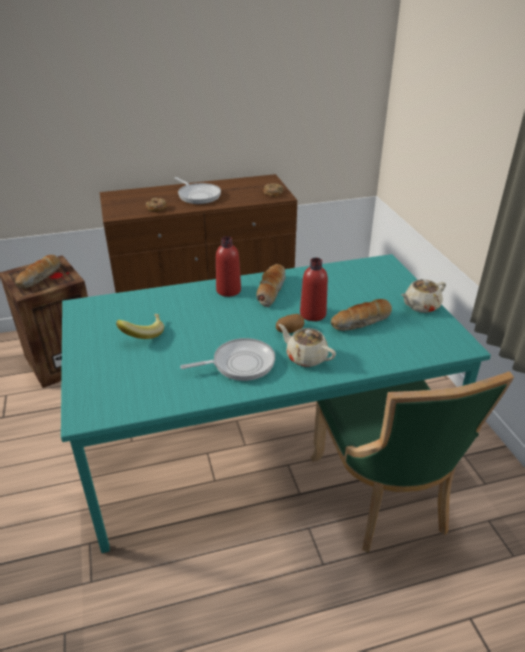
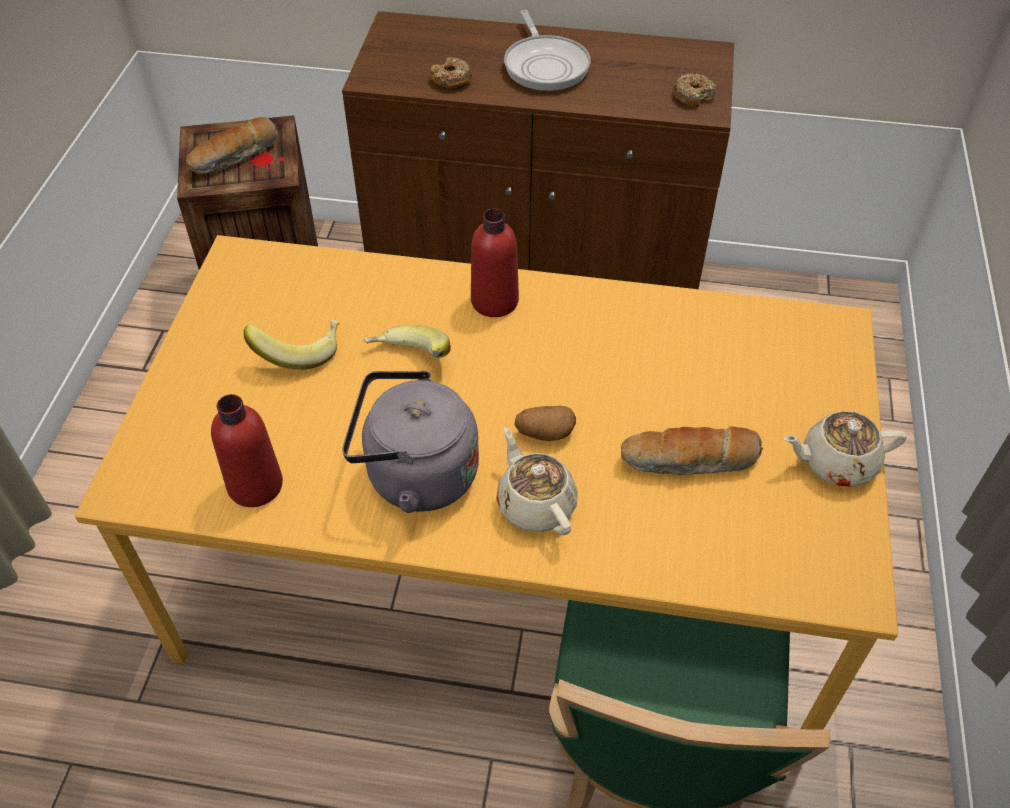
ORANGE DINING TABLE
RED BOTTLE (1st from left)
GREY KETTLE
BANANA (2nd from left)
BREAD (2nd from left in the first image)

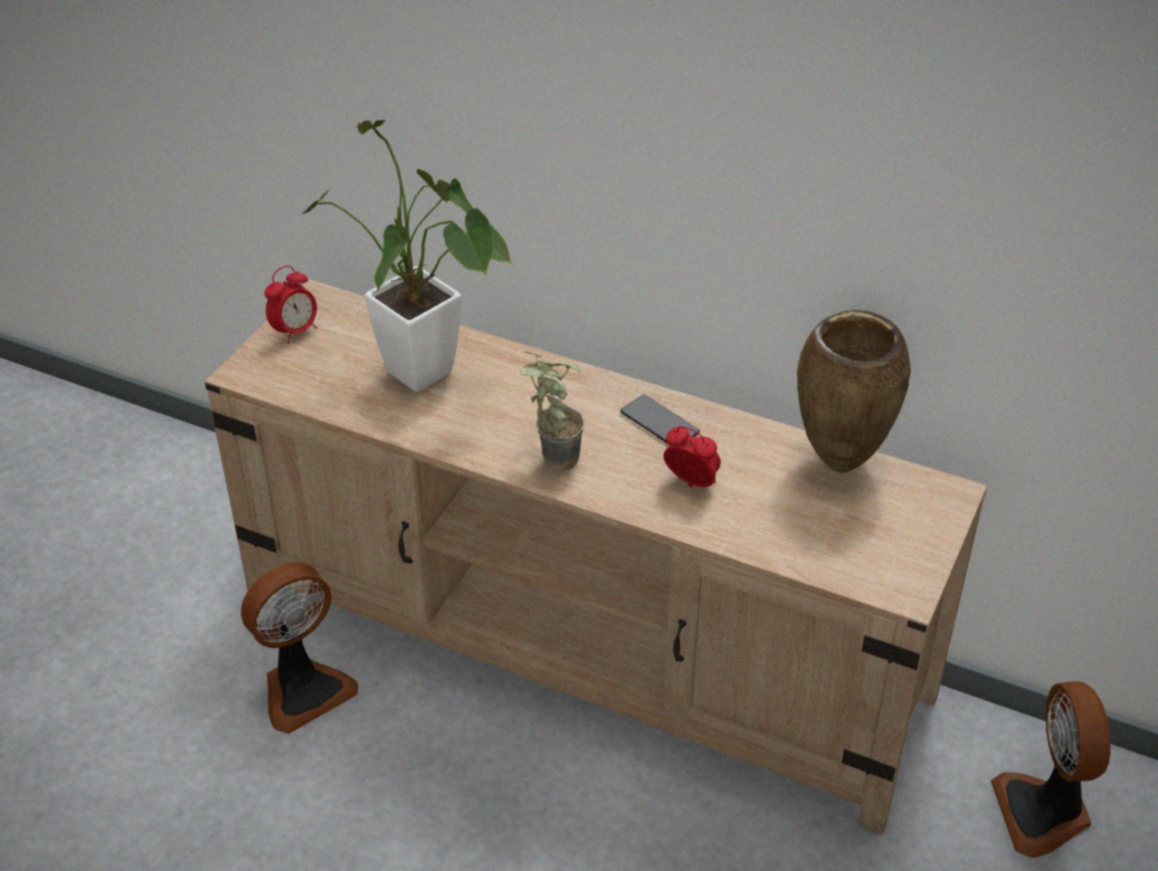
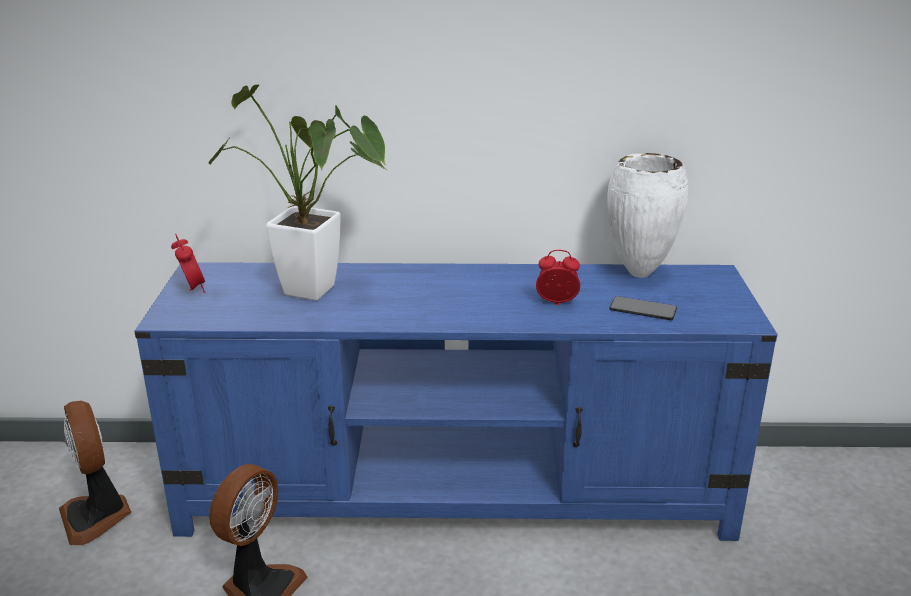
FAN (1st from left)
BLUE TV STAND
ALARM CLOCK (1st from left)
WHITE VASE
PHONE
POTTED PLANT (2nd from left in the first image)

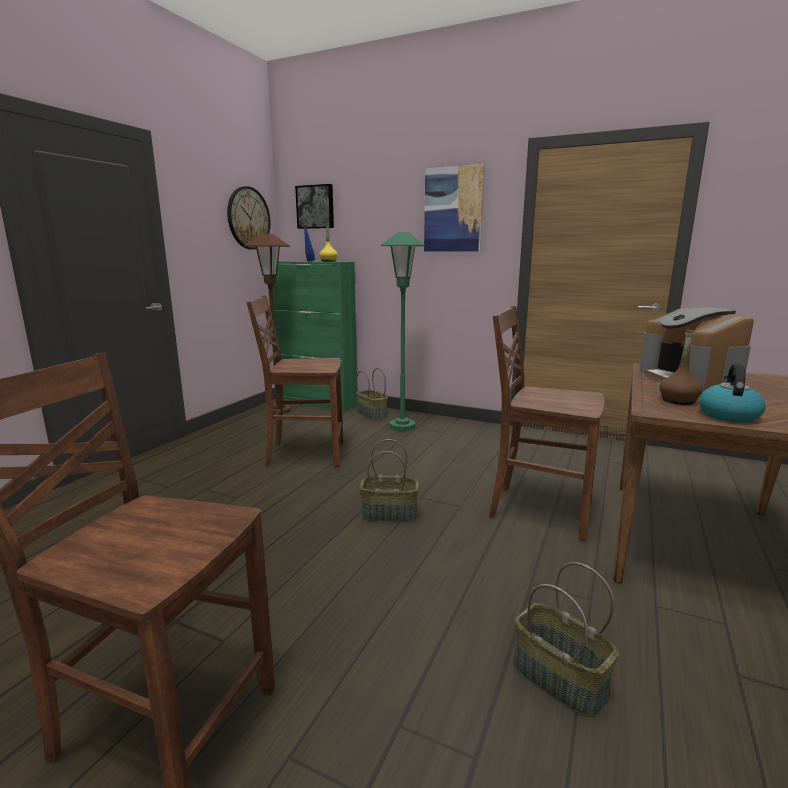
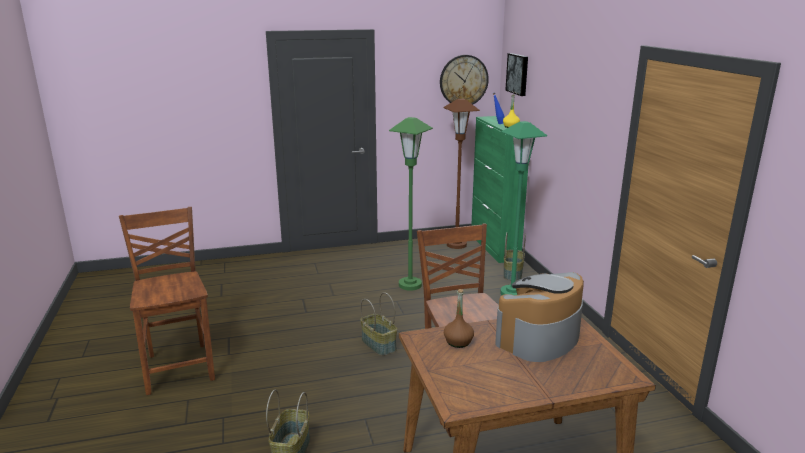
GREEN FLOOR LAMP (1st from left)
PICTURE (2nd from left in the first image)
KETTLE

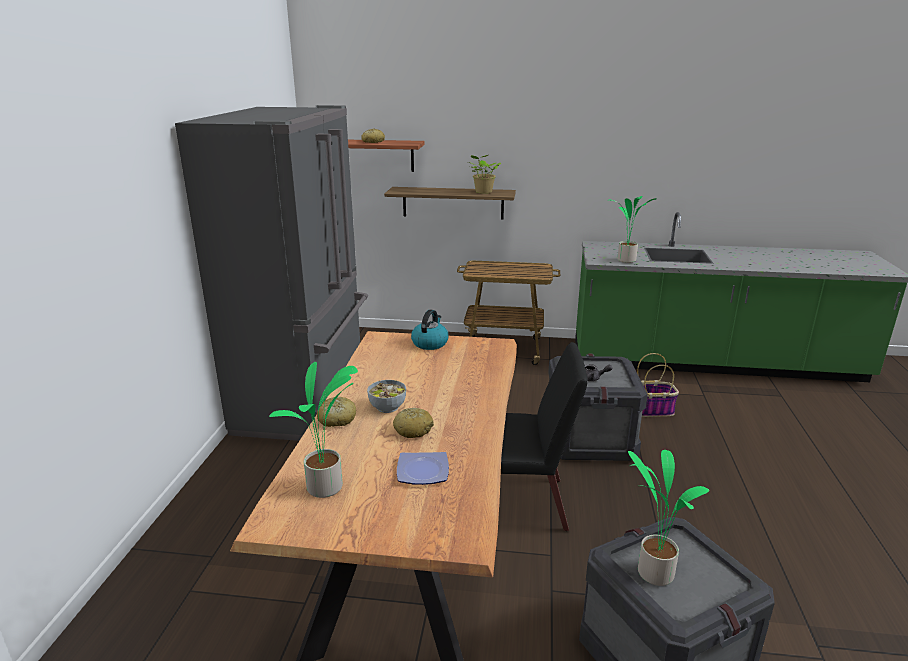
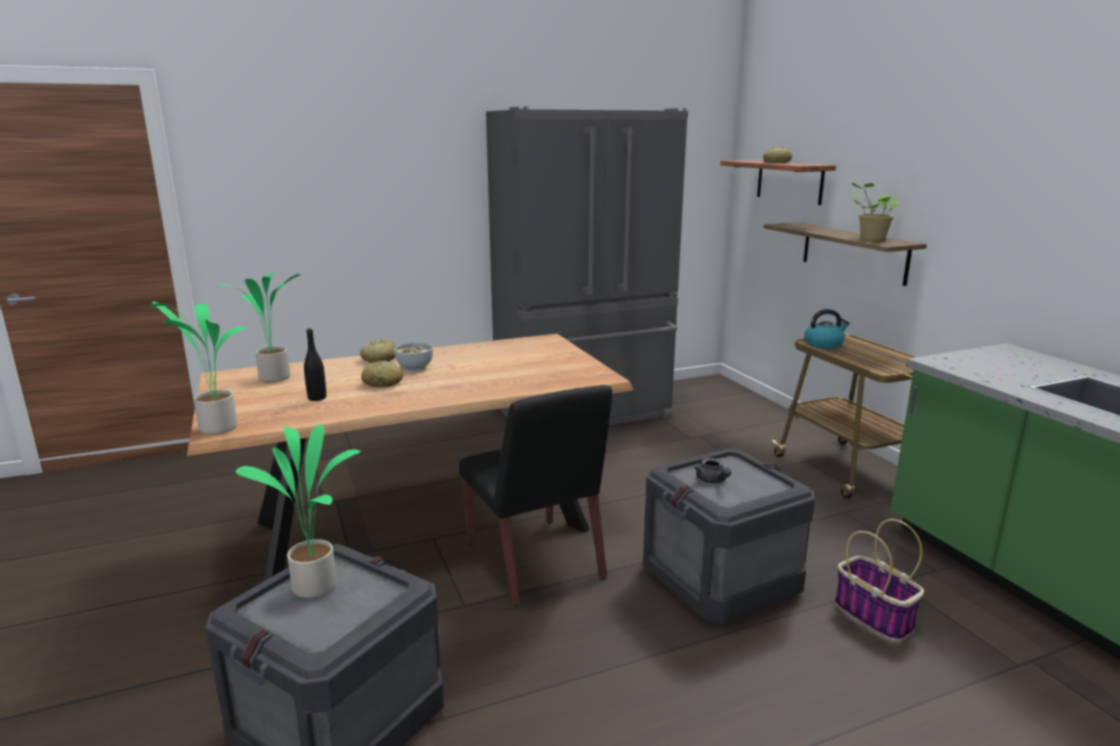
POTTED PLANT (1st from left)
BLACK BOTTLE
KETTLE

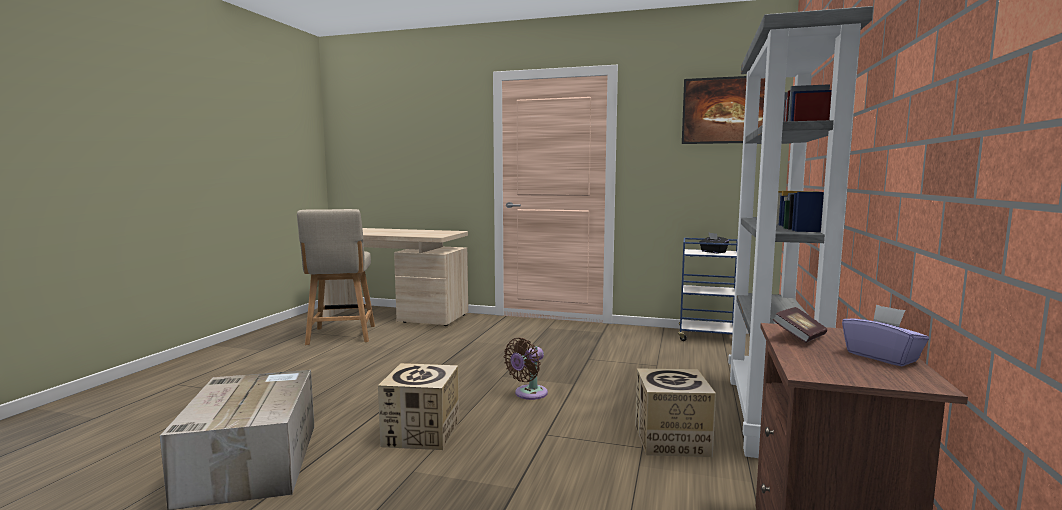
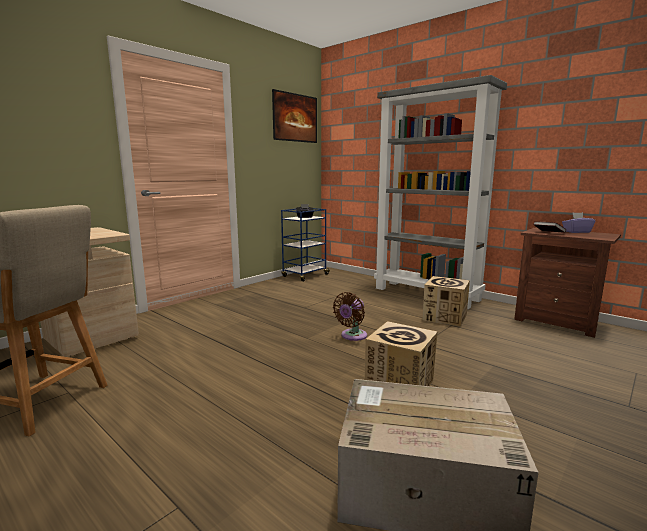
BROWN FAN

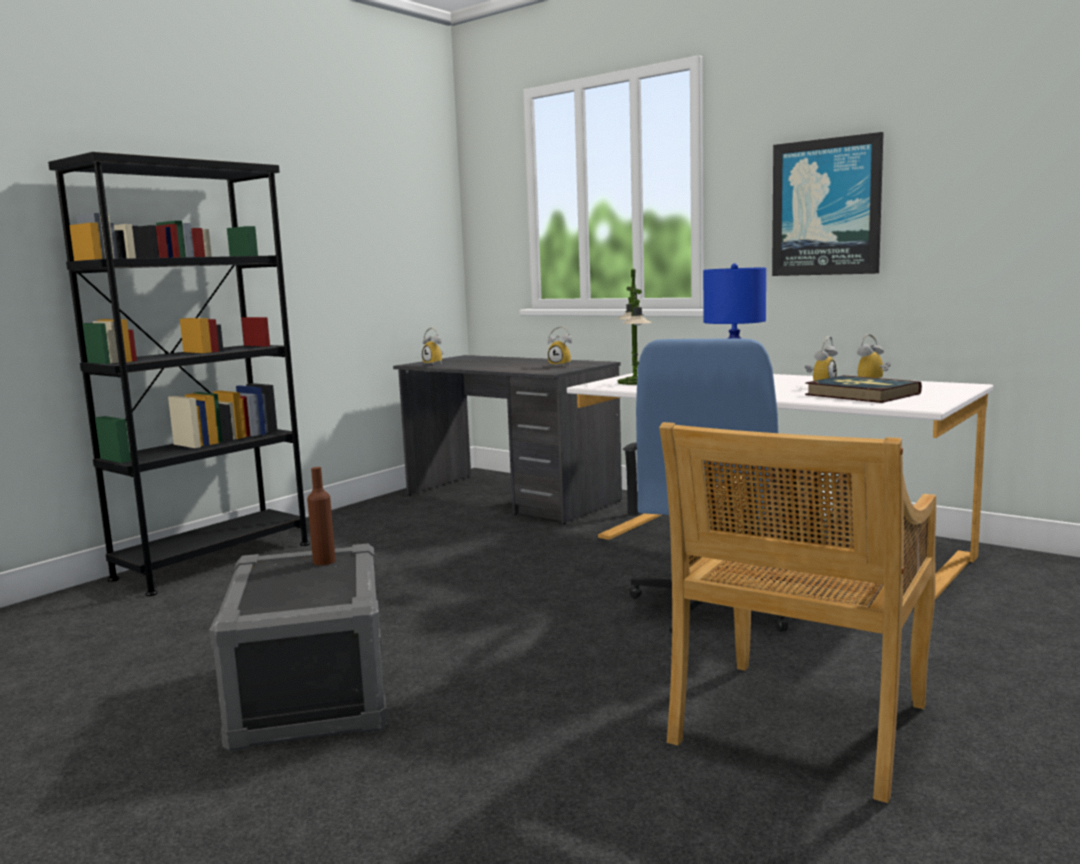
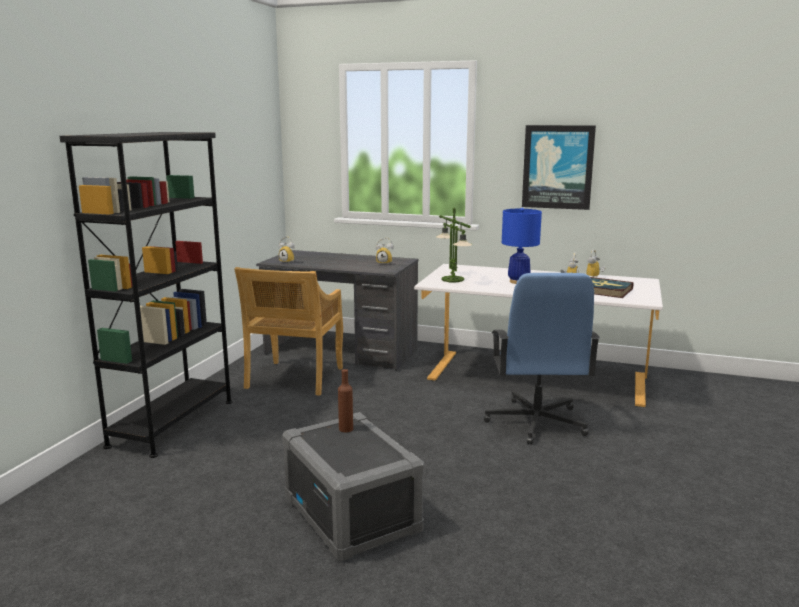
BEIGE CHAIR

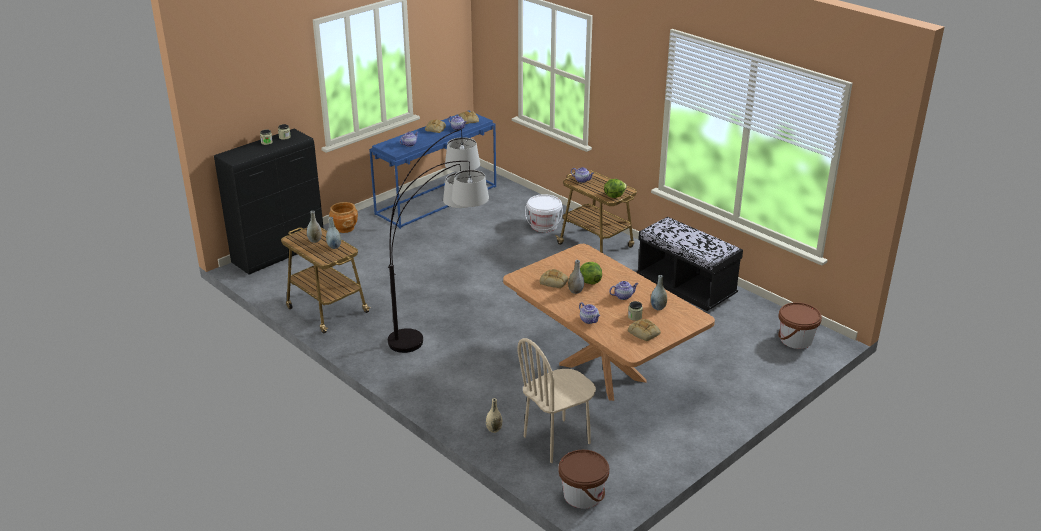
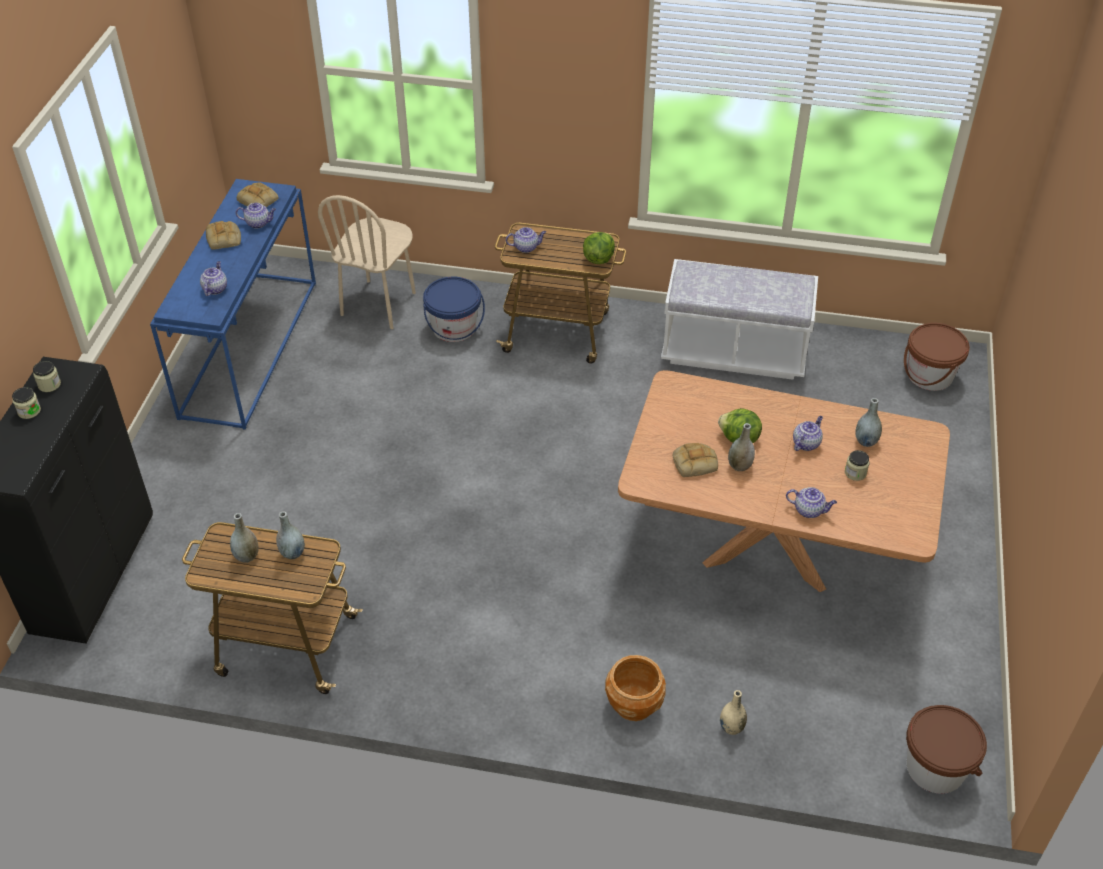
BEIGE CHAIR
BLUE BUCKET
BROWN PLANTER
WHITE BENCH
FLOOR LAMP
BREAD (4th from left in the first image)

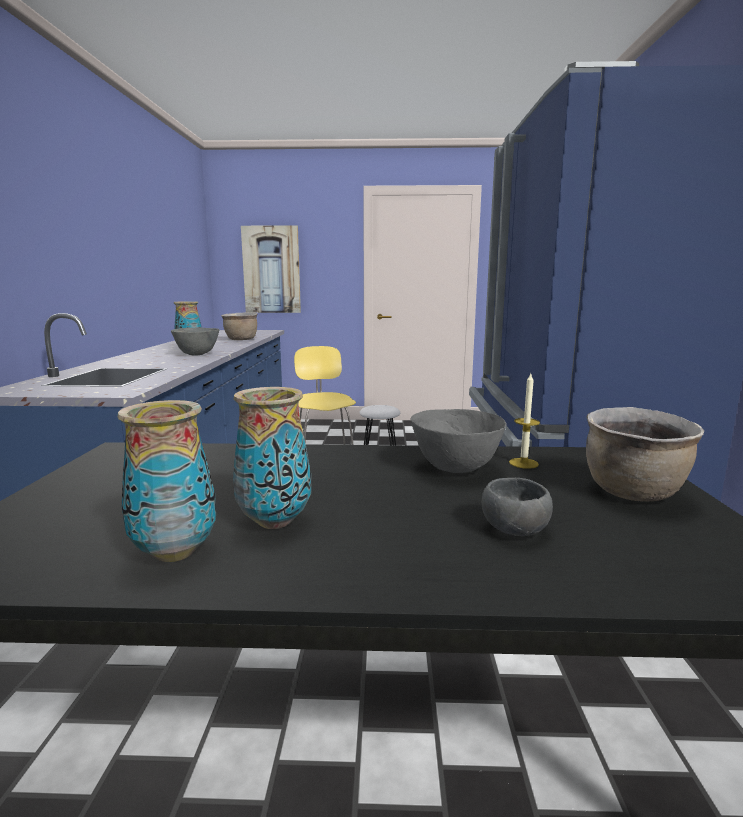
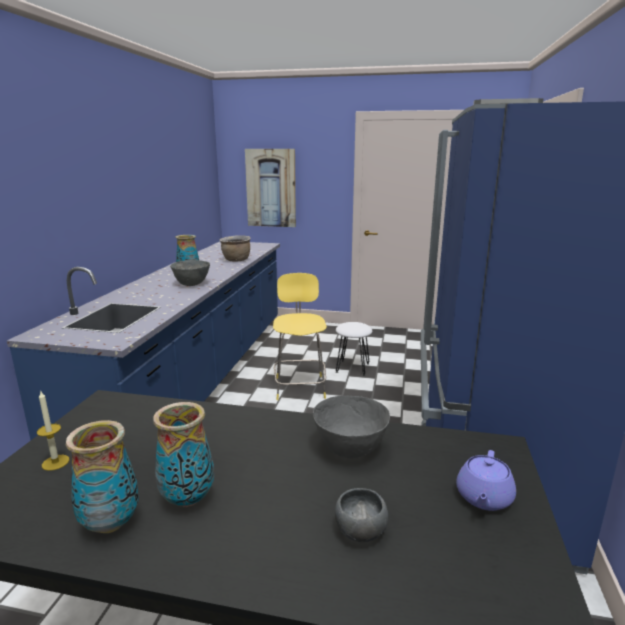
CANDLE
PURPLE TEAPOT

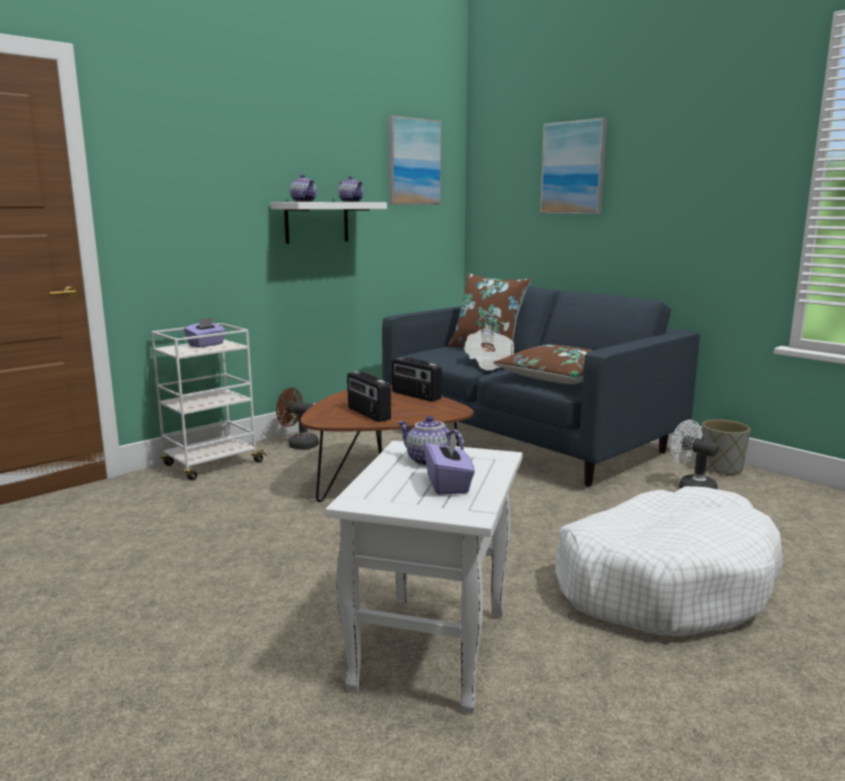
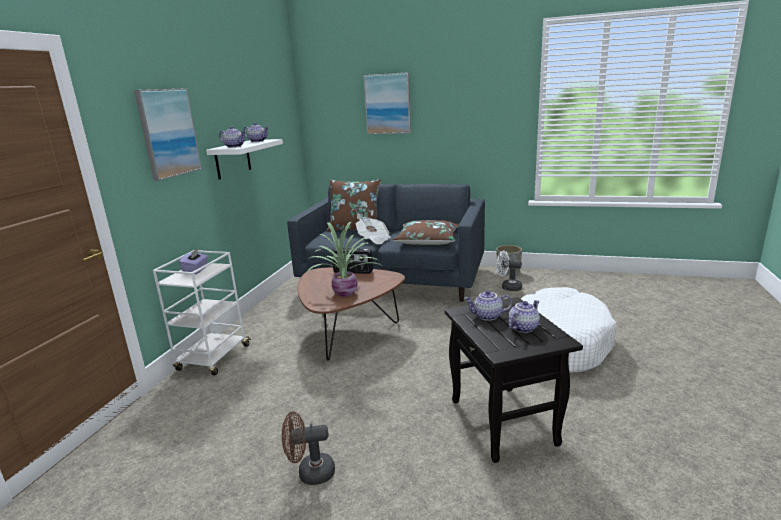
PICTURE (1st from left)
BROWN FAN
POTTED PLANT
BLACK SIDE TABLE
TEAPOT (4th from left)

